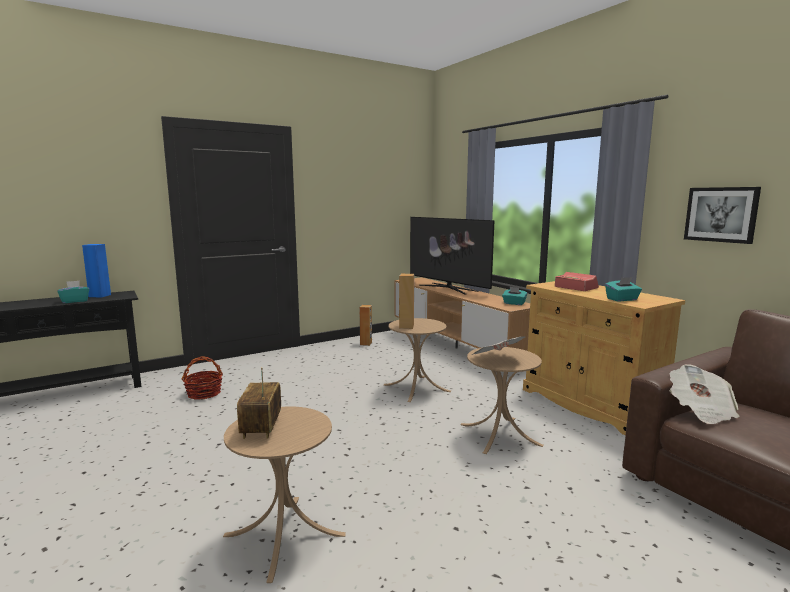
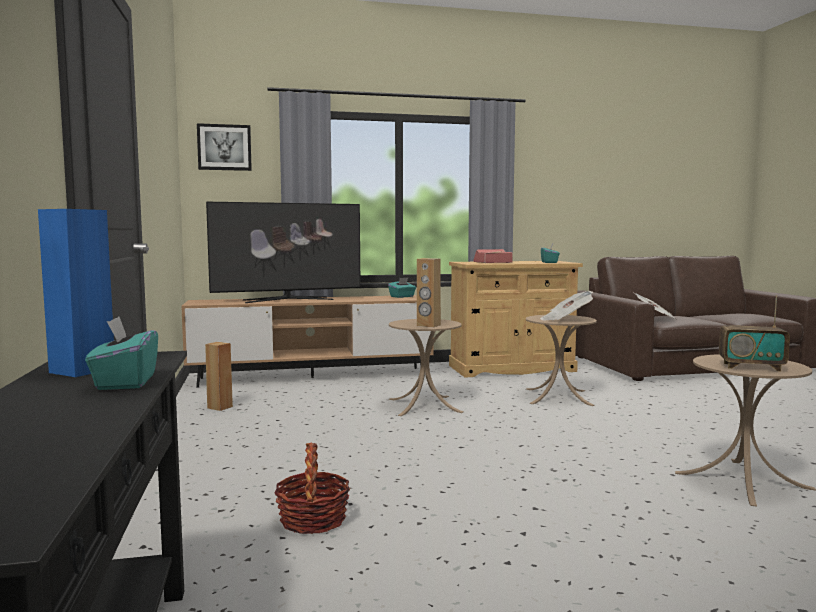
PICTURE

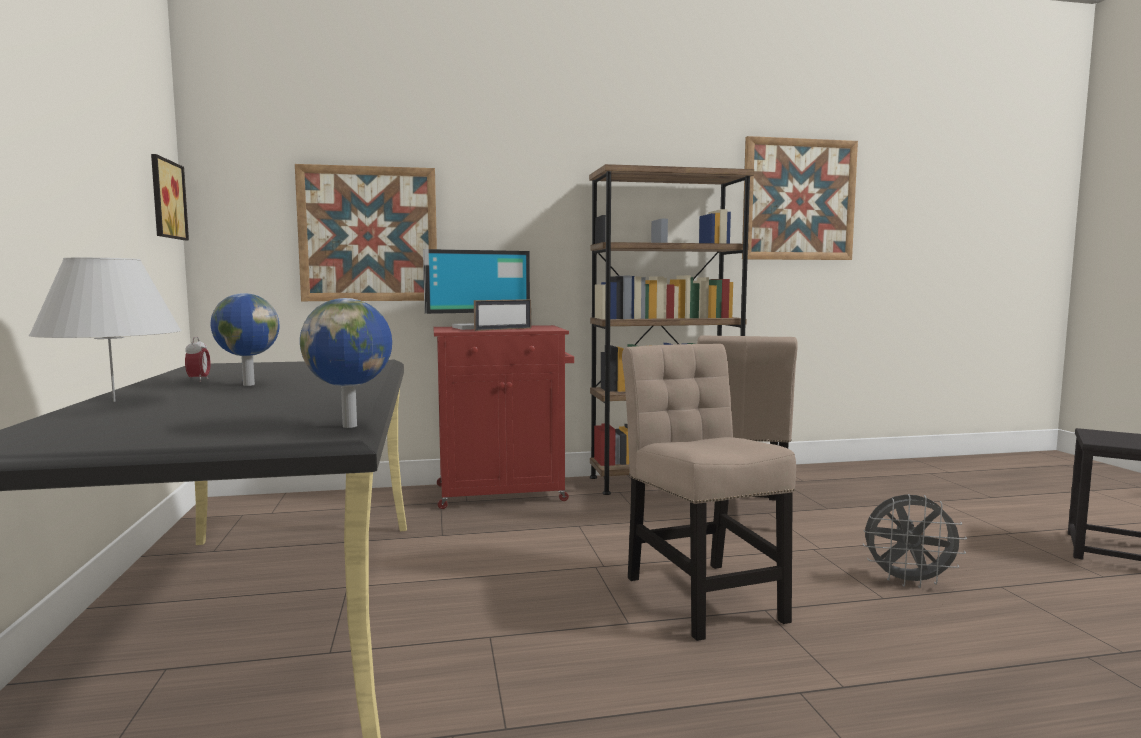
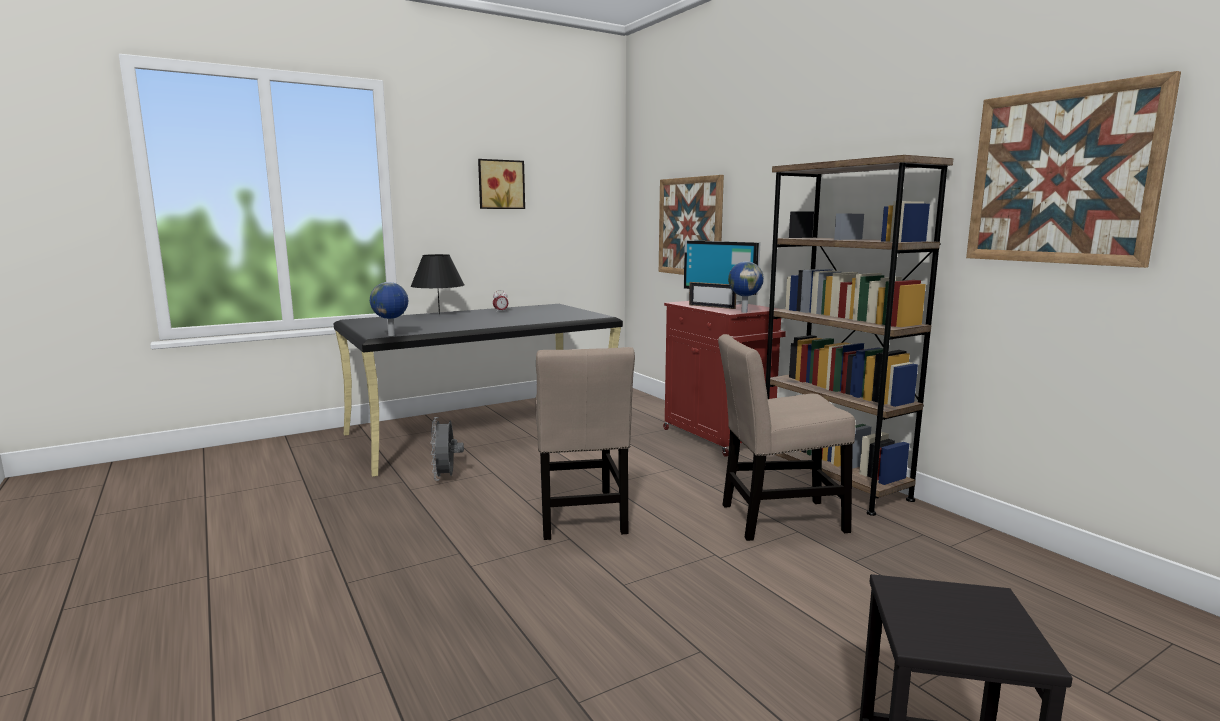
BLACK TABLE LAMP
GREY FAN
PICTURE (1st from left)
BEIGE CHAIR (1st from left)
GLOBE (2nd from left)

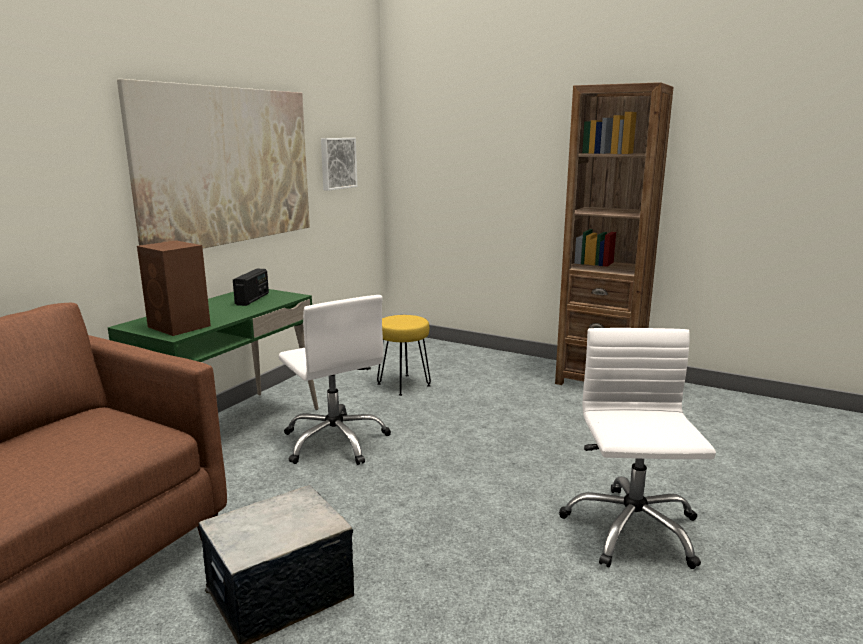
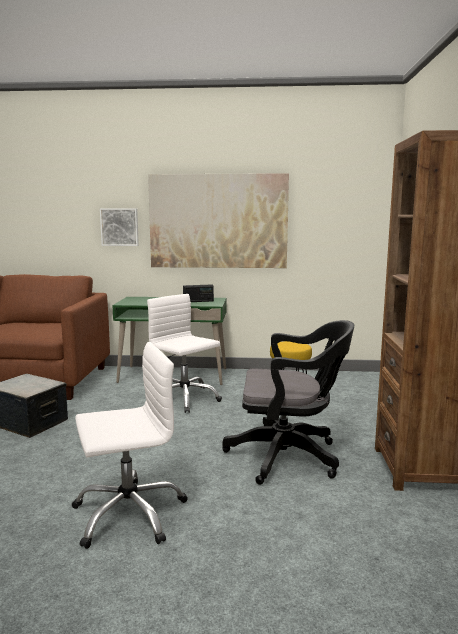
PICTURE (1st from left)
WHITE OFFICE CHAIR (2nd from left)
BLACK OFFICE CHAIR
BROWN SPEAKER

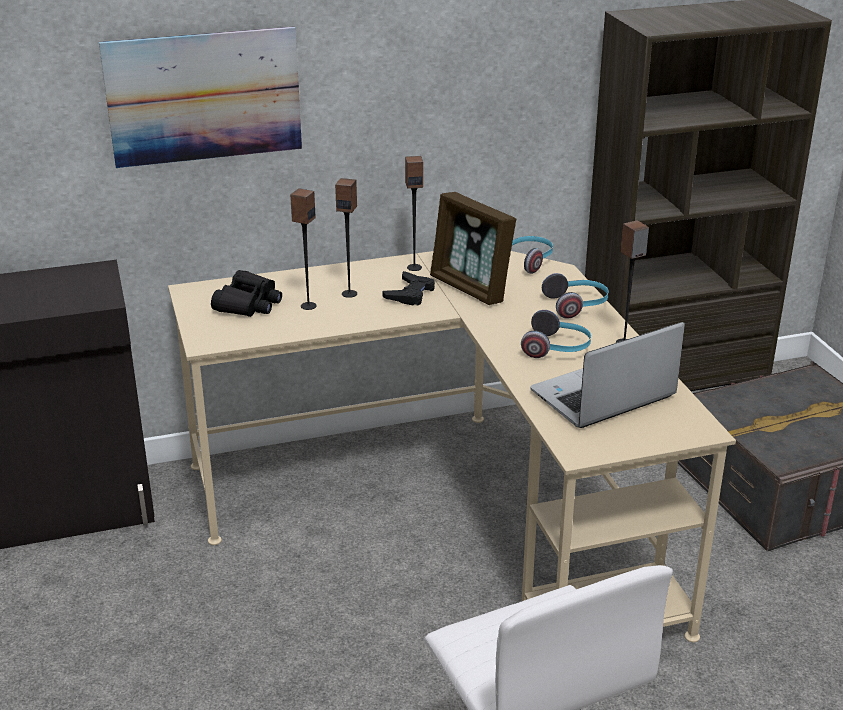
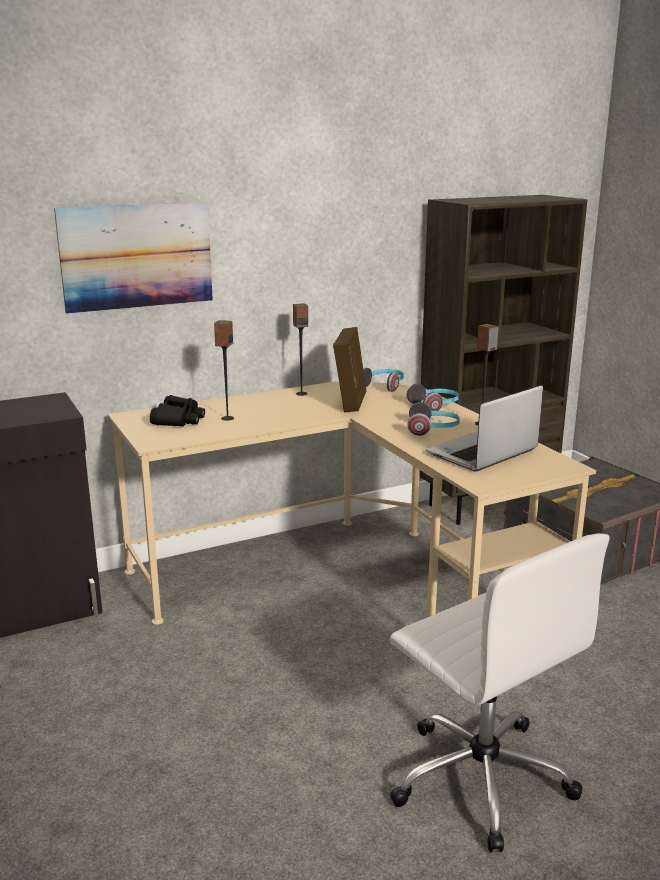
PICTURE FRAME
SPEAKER (2nd from left in the first image)
BLACK GAME CONTROLLER

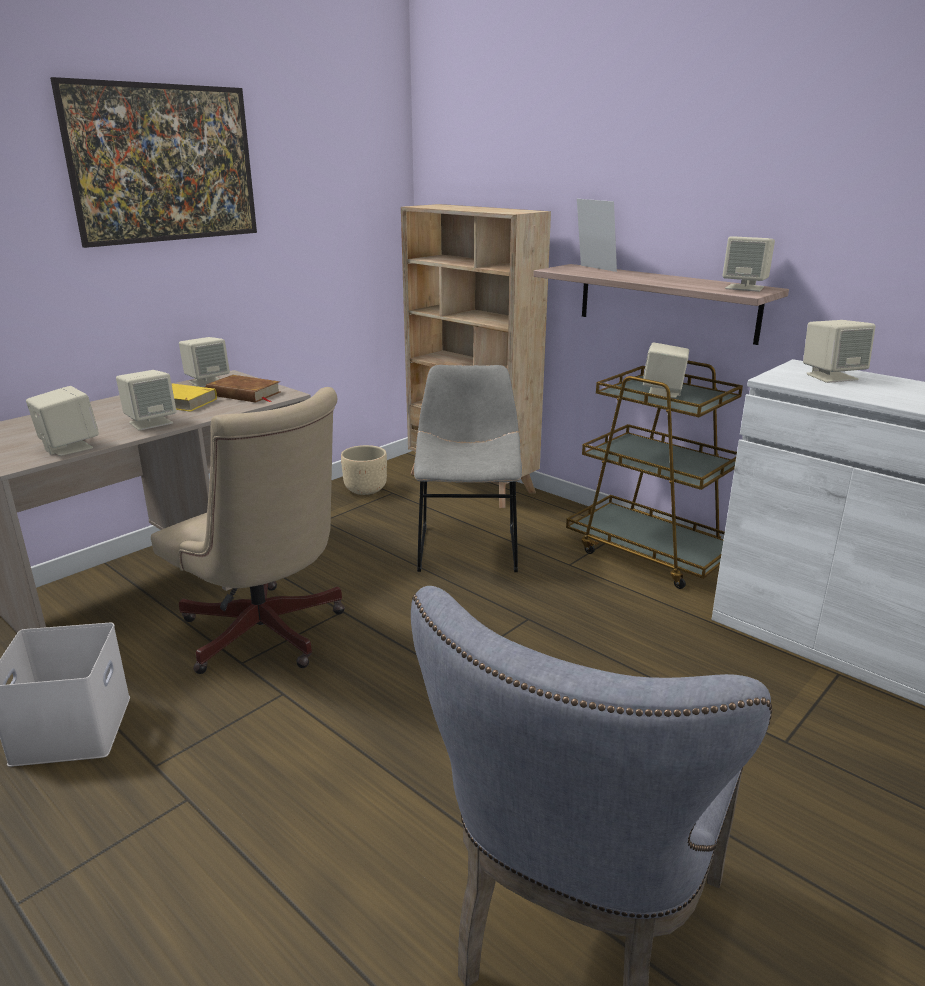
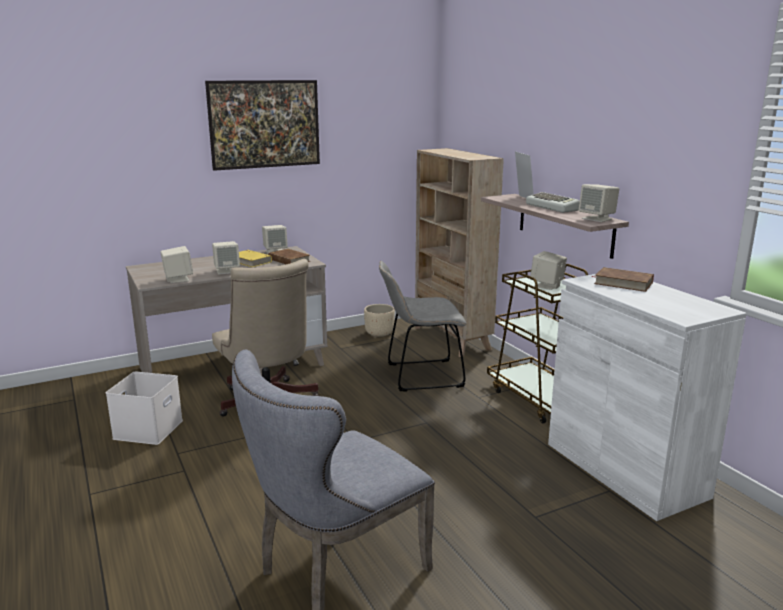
GREY CHAIR (2nd from left)
KEYBOARD
BROWN BOOK (2nd from left)

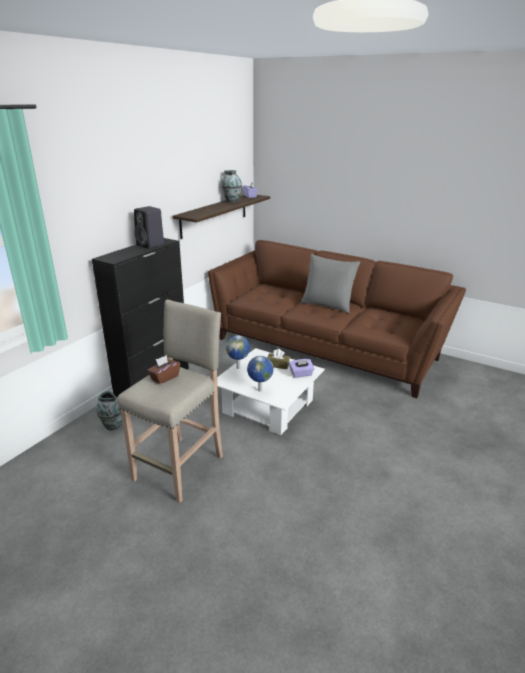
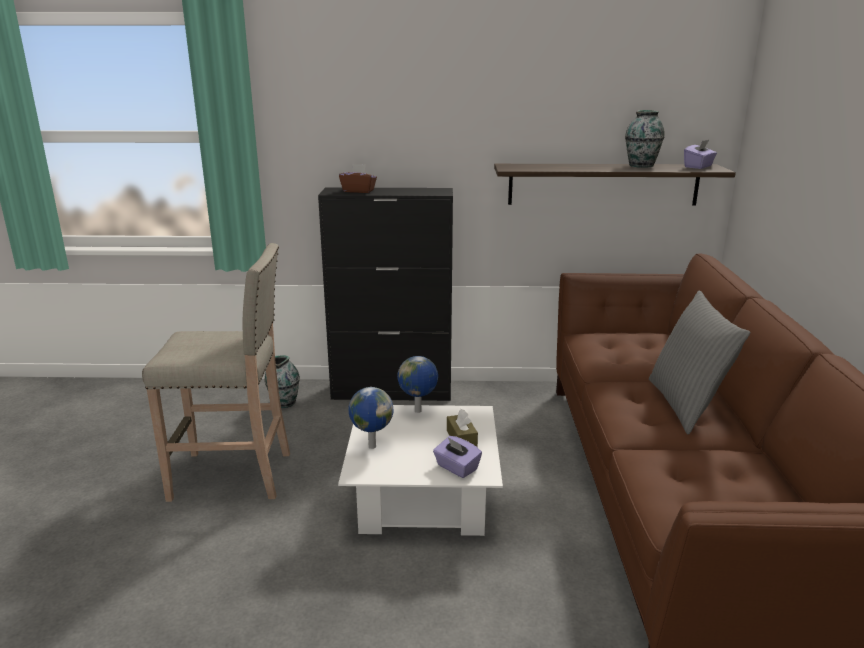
BROWN TISSUE BOX (1st from left)
BLACK SPEAKER

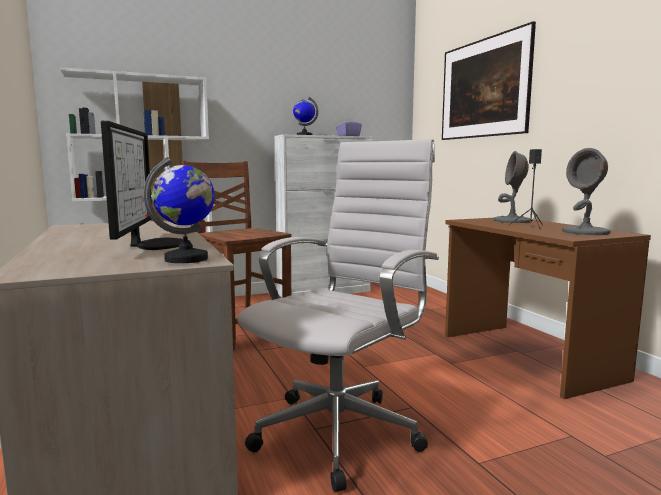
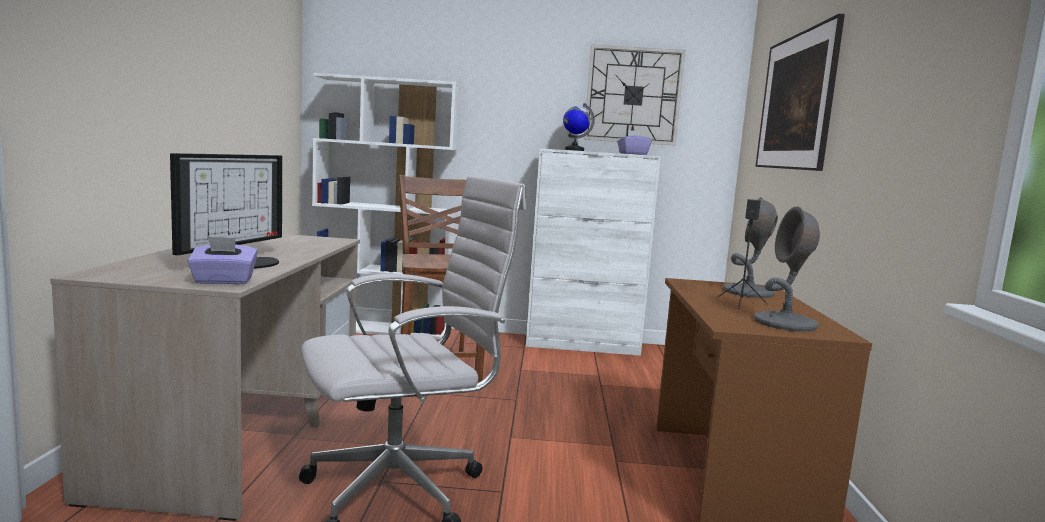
PURPLE TISSUE BOX (1st from left)
WALL CLOCK

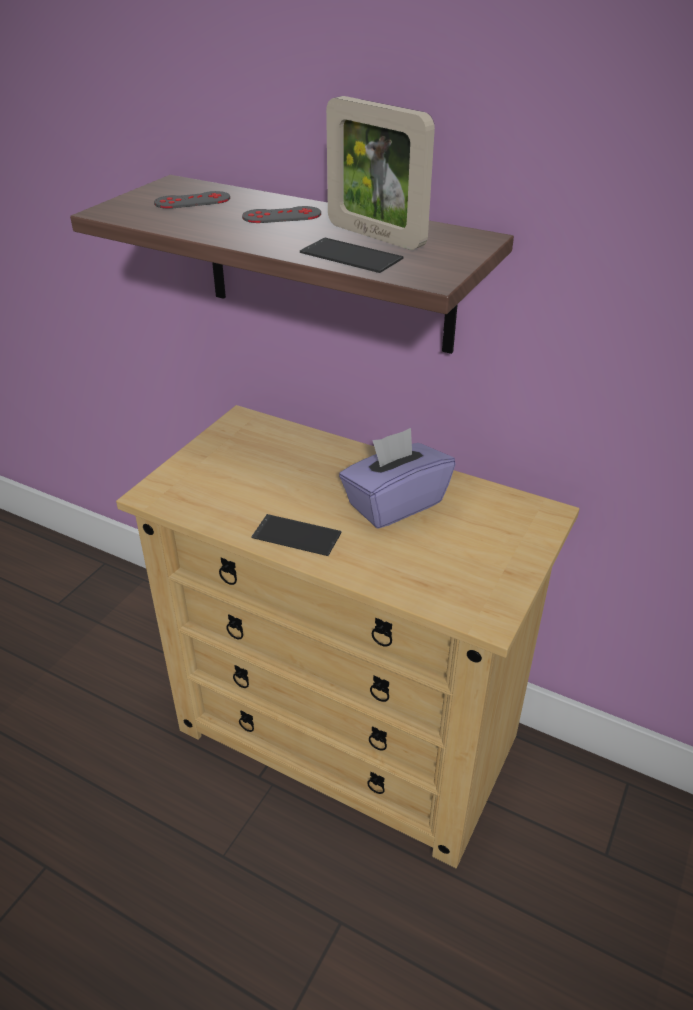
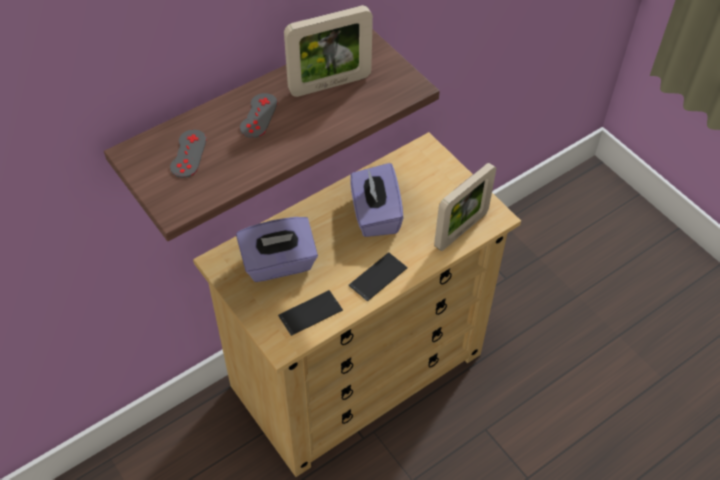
PURPLE TISSUE BOX (1st from left)
PHONE (1st from left)
PICTURE FRAME (2nd from left)

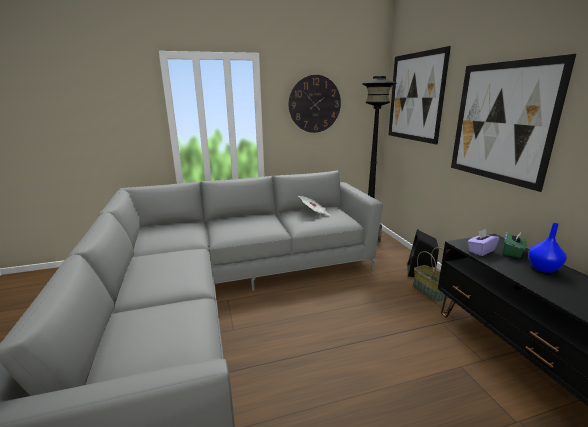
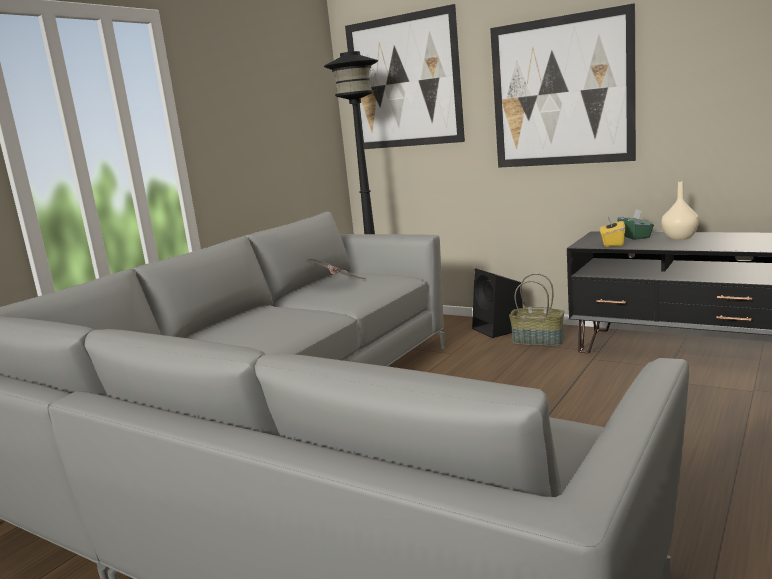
YELLOW TISSUE BOX
BEIGE VASE
WALL CLOCK

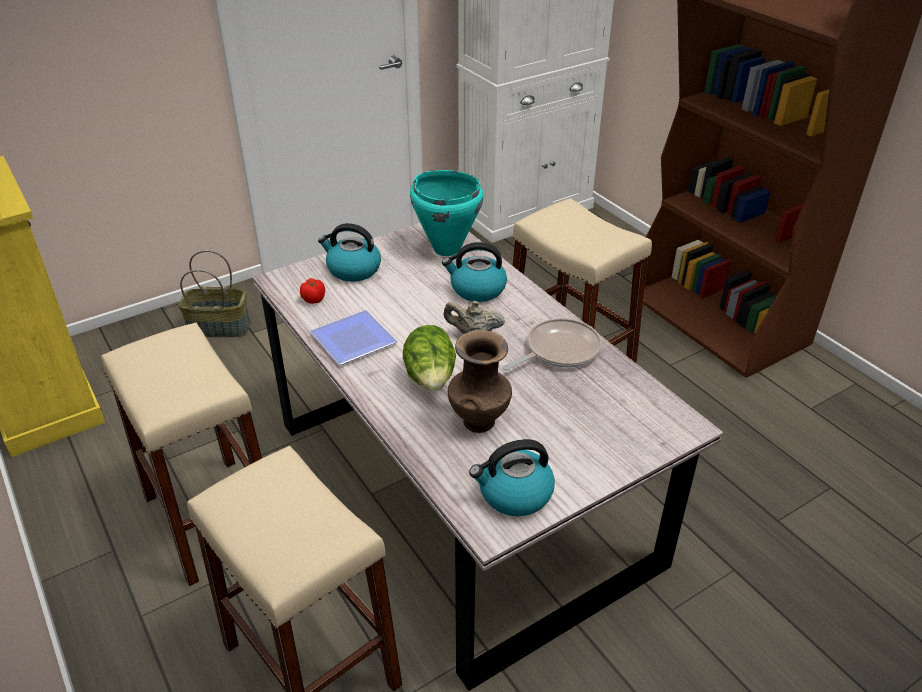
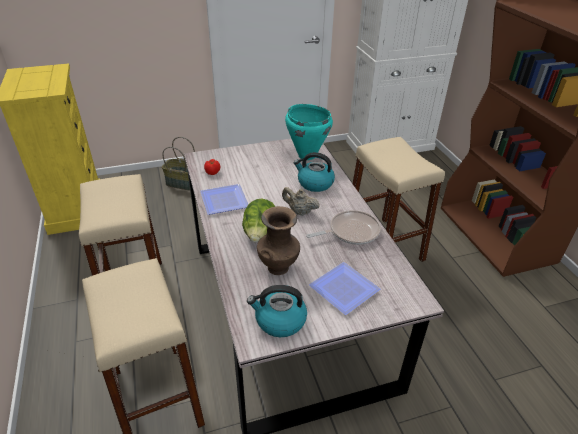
PLATE (2nd from left)
KETTLE (1st from left in the first image)

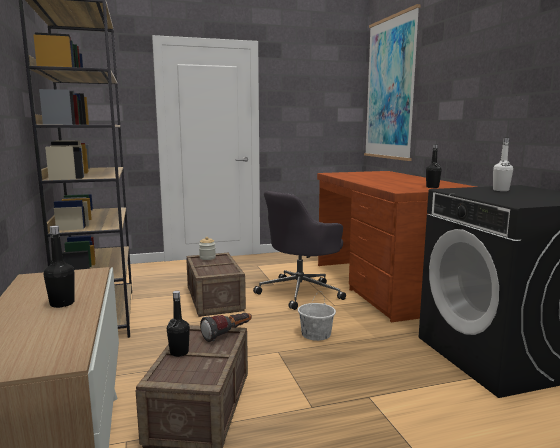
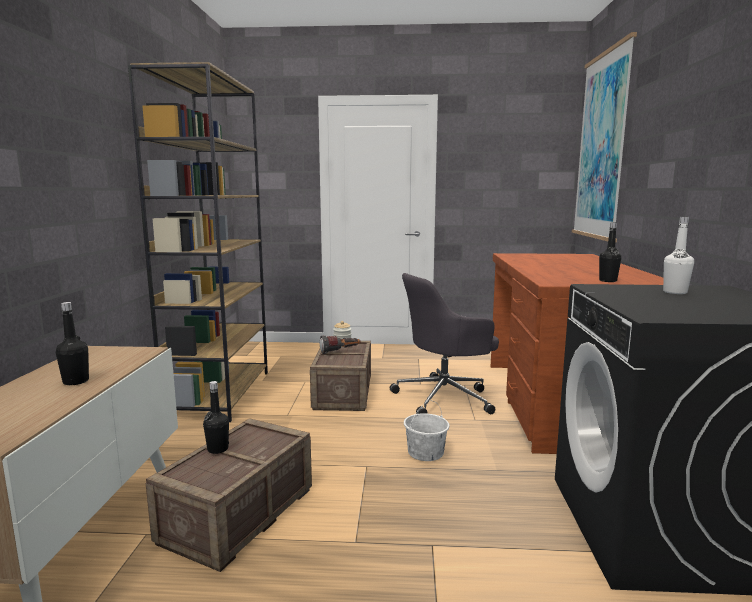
FLASHLIGHT

